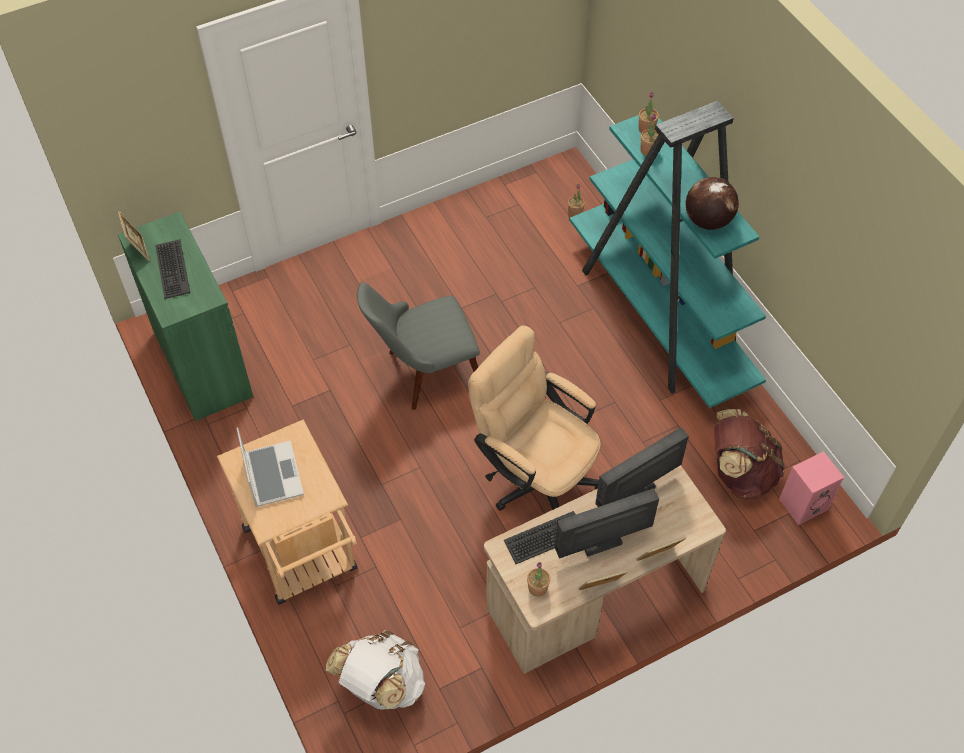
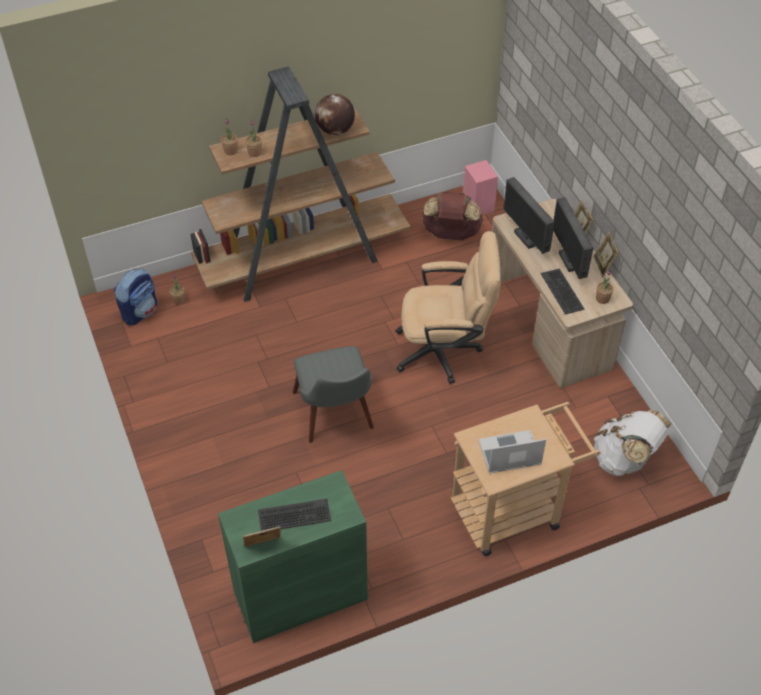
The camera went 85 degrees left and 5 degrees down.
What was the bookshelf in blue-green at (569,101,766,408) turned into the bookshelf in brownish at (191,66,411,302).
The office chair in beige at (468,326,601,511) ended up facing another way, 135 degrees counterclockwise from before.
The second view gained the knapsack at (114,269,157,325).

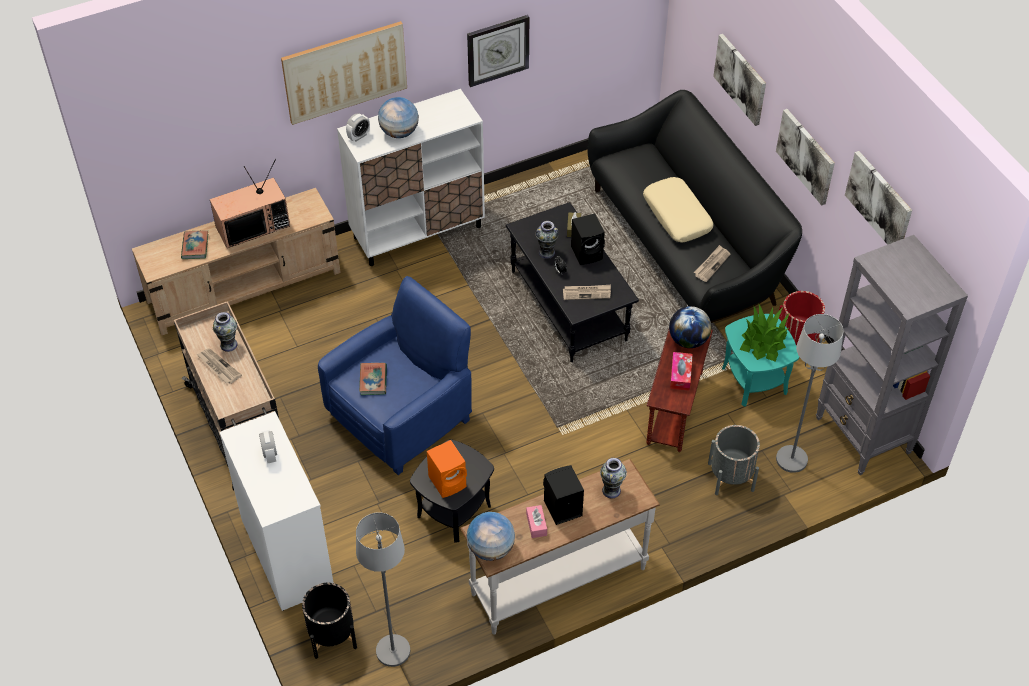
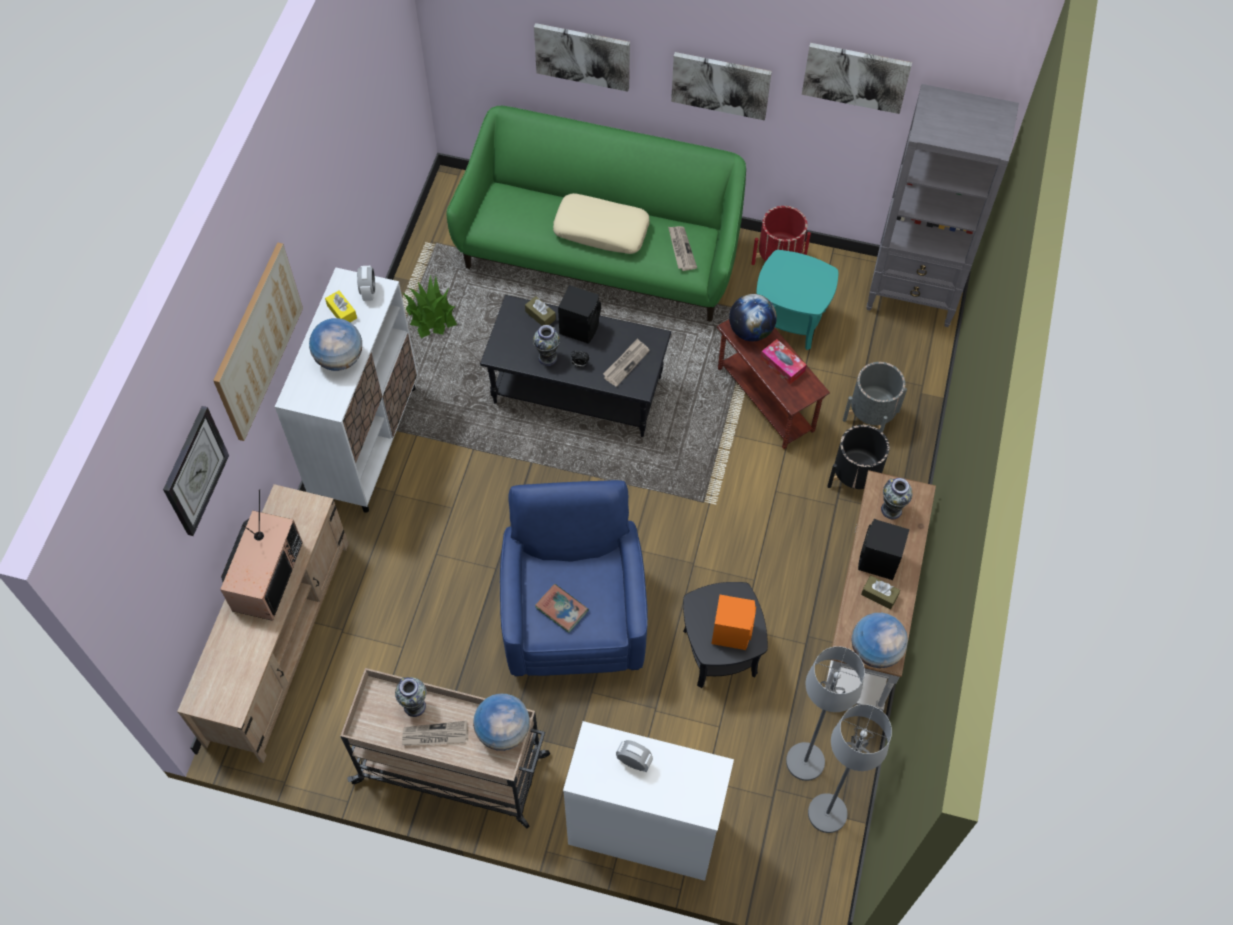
The camera went 50 degrees left and 10 degrees up.
The wall clock ended up elsewhere, having gone from (467,15,529,87) to (163,406,229,536).
What was the sofa in blackish at (587,90,802,323) turned into the sofa in green at (447,106,746,321).
The table clock ended up elsewhere, having gone from (346,113,370,142) to (357,266,375,301).
The second view lost the book at (181,230,208,259).
The plant in a pot ended up elsewhere, having gone from (739,304,790,362) to (403,275,457,338).
The floor lamp in grey ended up elsewhere, having gone from (776,314,843,473) to (786,646,865,781).
What was the tissue box in pink-coloured at (526,505,547,538) turned into the tissue box in brownish at (861,575,900,610).
The planter in blackish ended up elsewhere, having gone from (302,583,357,659) to (827,425,890,489).
The second view gained the tissue box in yellow-coloured at (325,291,357,322).
The second view gained the world globe at (473,694,530,751).

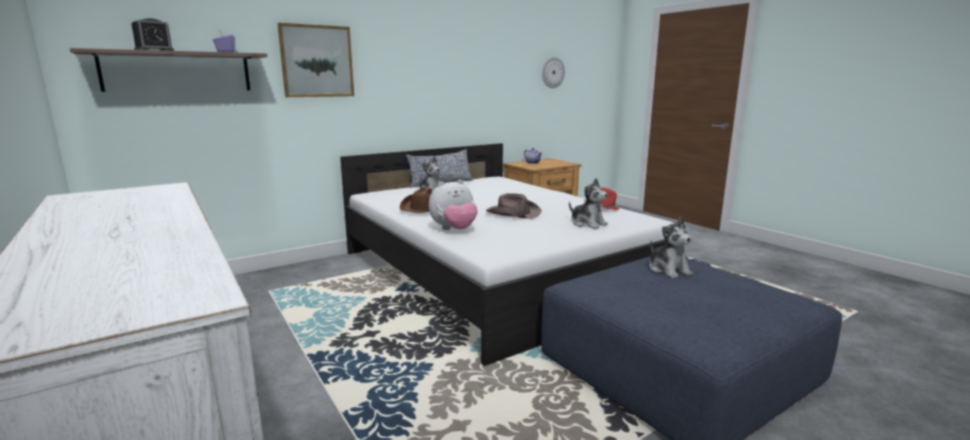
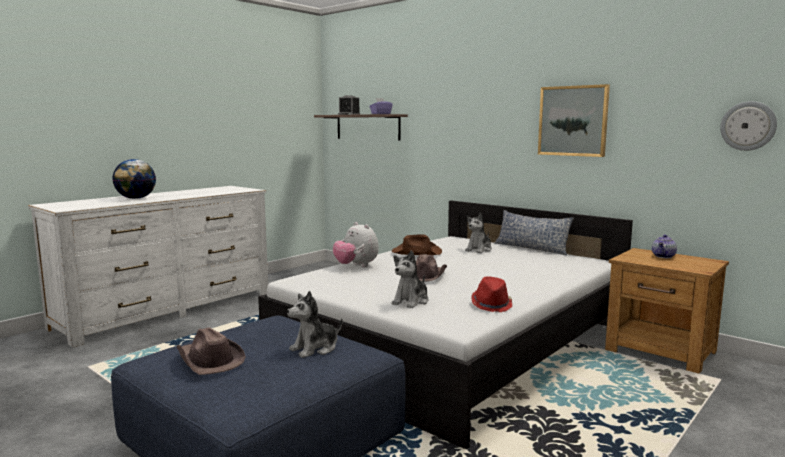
The camera went 75 degrees right and 5 degrees down.
The wall art ended up elsewhere, having gone from (277,23,354,97) to (538,84,610,157).
The second view gained the world globe at (112,159,156,199).
The second view gained the clothing hat in brownish at (177,328,246,375).

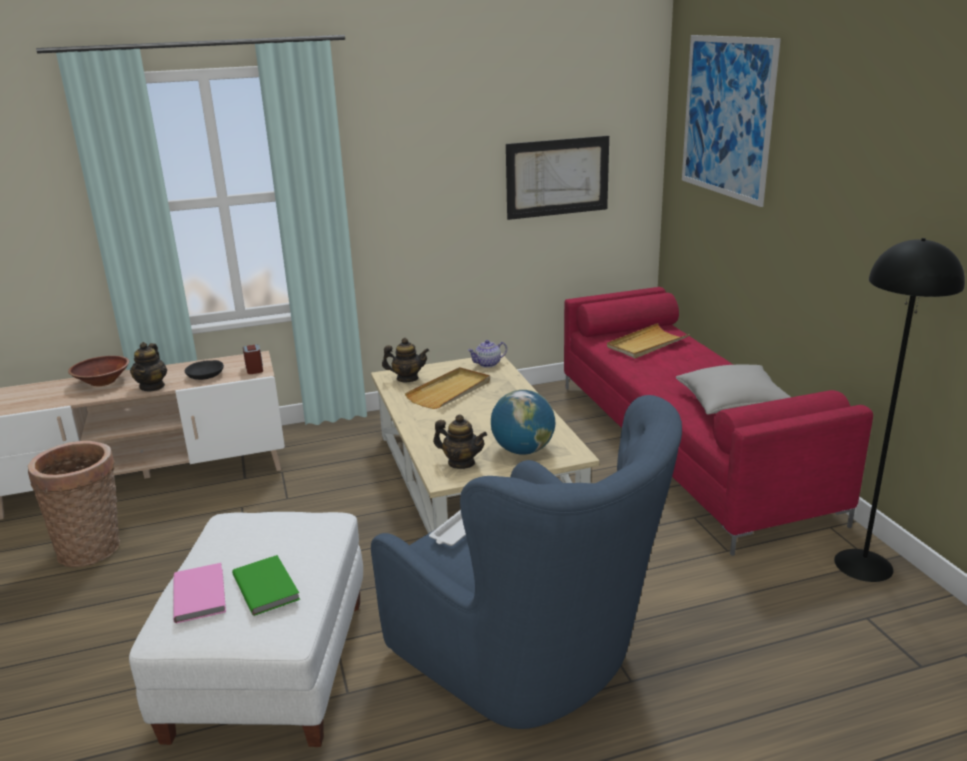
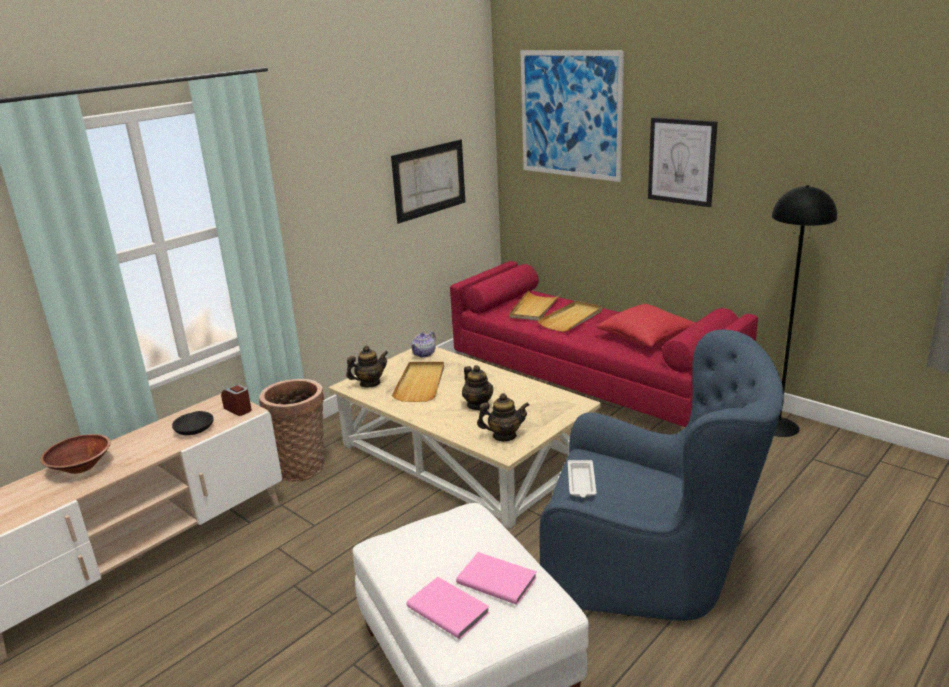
The camera went 30 degrees left and 0 degrees up.
The teapot ended up elsewhere, having gone from (130,342,167,391) to (462,365,493,410).
What was the pillow in grey at (676,364,790,414) turned into the pillow in reddish at (595,304,695,347).
The second view lost the world globe at (491,390,555,455).
The household basket ended up elsewhere, having gone from (28,441,120,567) to (259,379,324,482).
What was the book in green at (232,555,300,616) turned into the book in pink-coloured at (456,552,537,605).
The second view gained the wall art at (648,117,718,207).
The second view gained the serving tray in beige at (538,301,602,332).

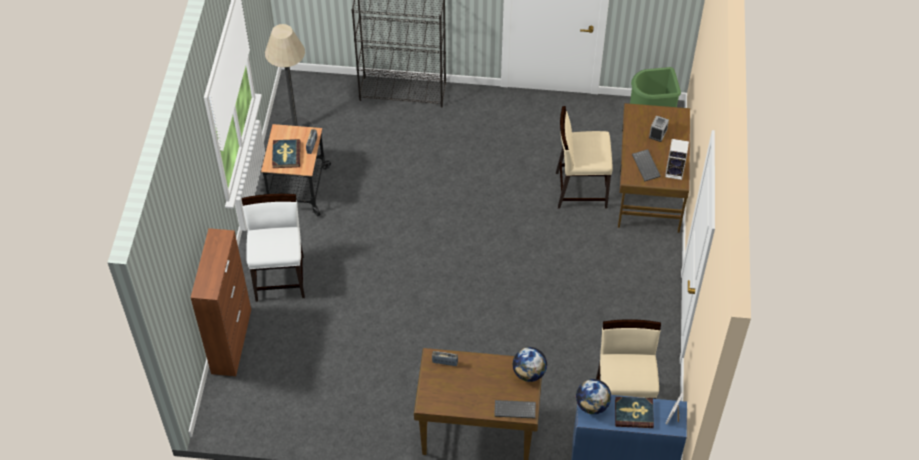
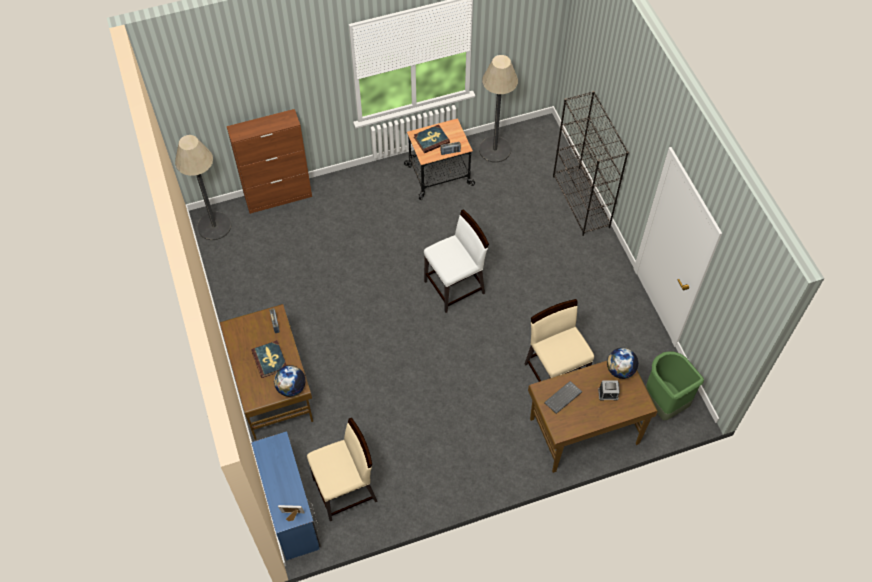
The camera went 65 degrees right and 5 degrees up.
The second view lost the loudspeaker at (665,139,689,180).
The plain chair in whitish ended up elsewhere, having gone from (242,194,305,302) to (424,209,489,313).
The world globe ended up elsewhere, having gone from (576,379,611,414) to (607,348,638,379).
The book ended up elsewhere, having gone from (615,397,654,428) to (251,340,287,378).
The second view lost the computer keyboard at (494,400,536,418).
The second view gained the floor lamp at (175,135,231,240).

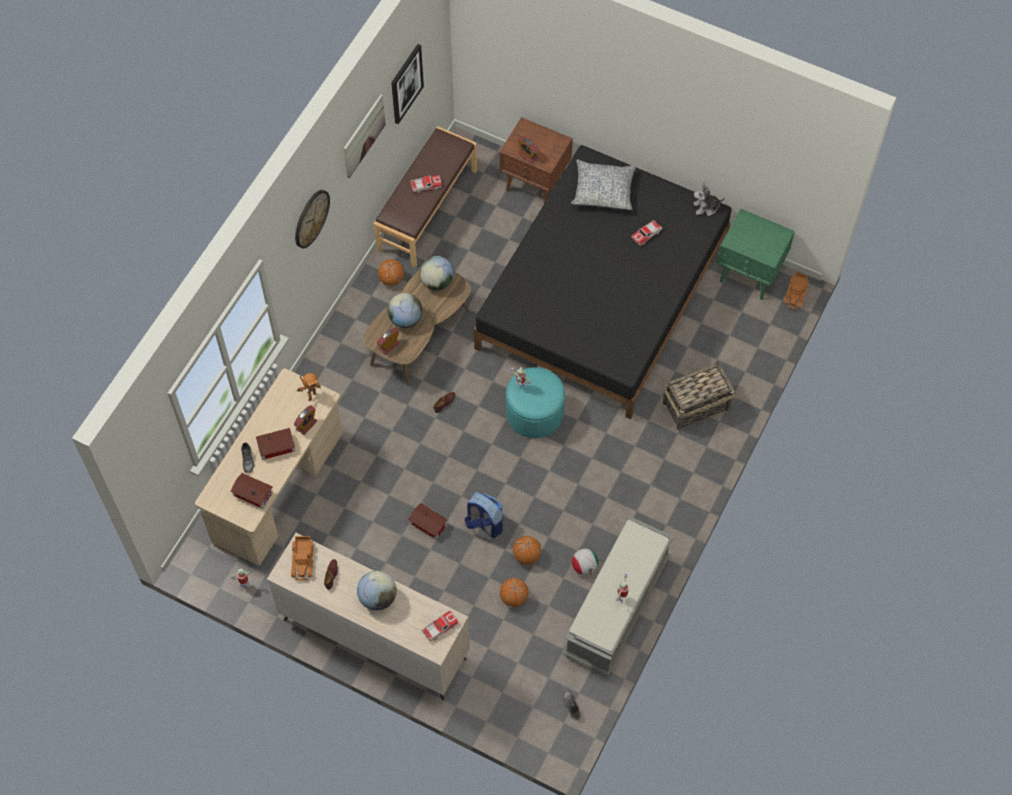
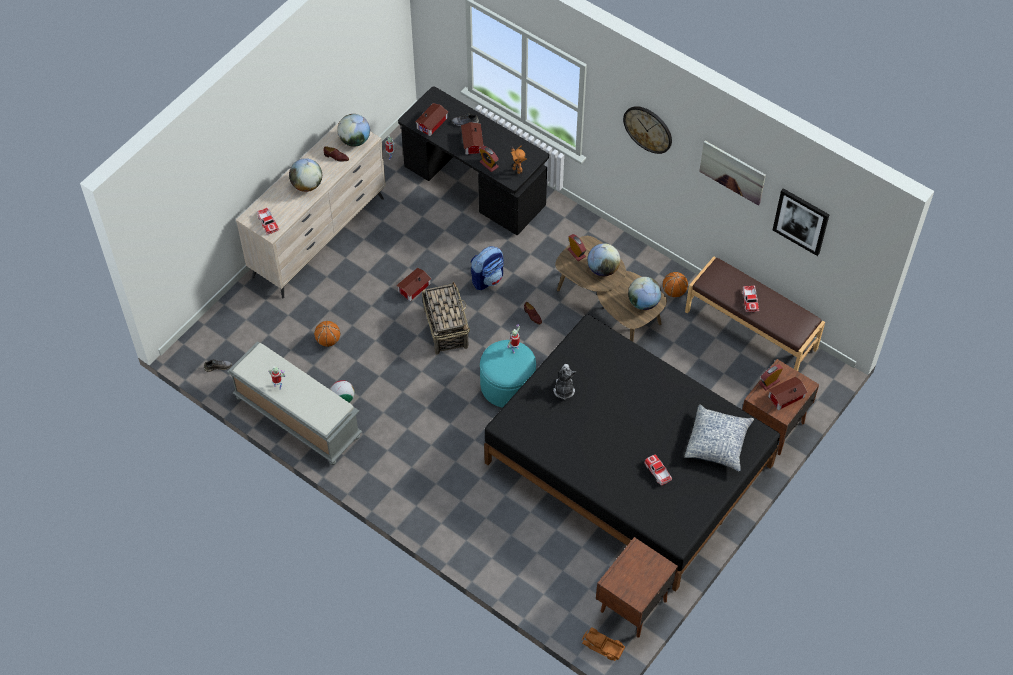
The camera went 100 degrees right and 5 degrees down.
The cuddly toy ended up elsewhere, having gone from (693,182,725,216) to (553,364,576,400).
What was the bedside table in green at (717,208,795,300) turned into the bedside table in brownish at (596,537,678,638).
The household basket ended up elsewhere, having gone from (663,363,735,430) to (422,281,470,355).
What was the desk unit in beige at (195,369,343,566) turned into the desk unit in blackish at (398,86,549,235).
The knapsack ended up elsewhere, having gone from (465,492,503,538) to (471,246,504,290).
Where the model truck stood at (291,536,314,581), the world globe came to stand at (337,114,370,147).
The second view lost the ball for basketball at (513,536,541,565).
The second view gained the toy house at (768,377,808,410).

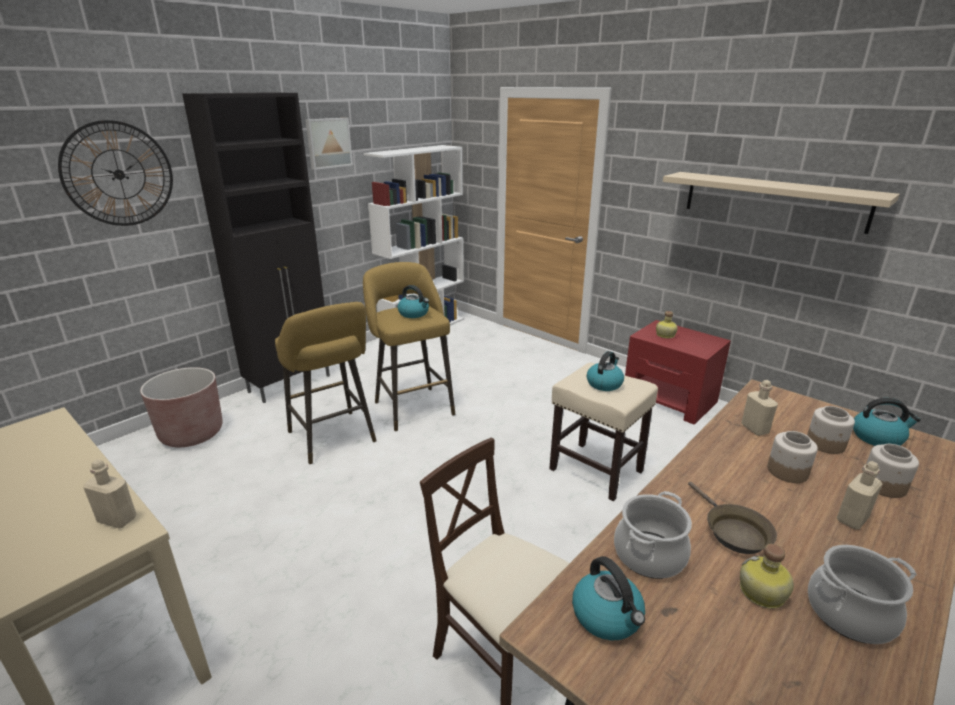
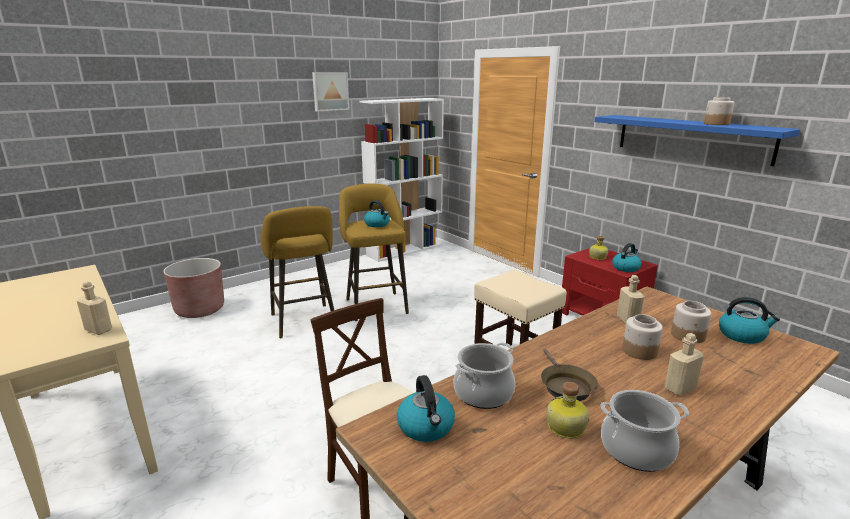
The camera went 10 degrees right and 5 degrees down.
The second view lost the cabinet in blackish at (182,92,330,403).
The second view lost the wall clock at (58,120,173,226).
What was the shelf in beige at (663,172,900,234) turned into the shelf in blue at (595,115,800,166).
The kettle ended up elsewhere, having gone from (587,351,624,391) to (612,243,642,272).
The jar ended up elsewhere, having gone from (866,444,919,498) to (704,97,735,125).

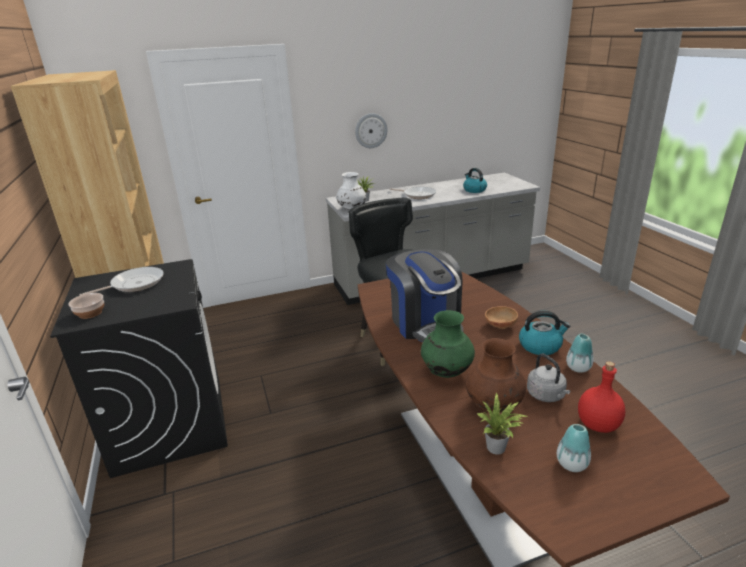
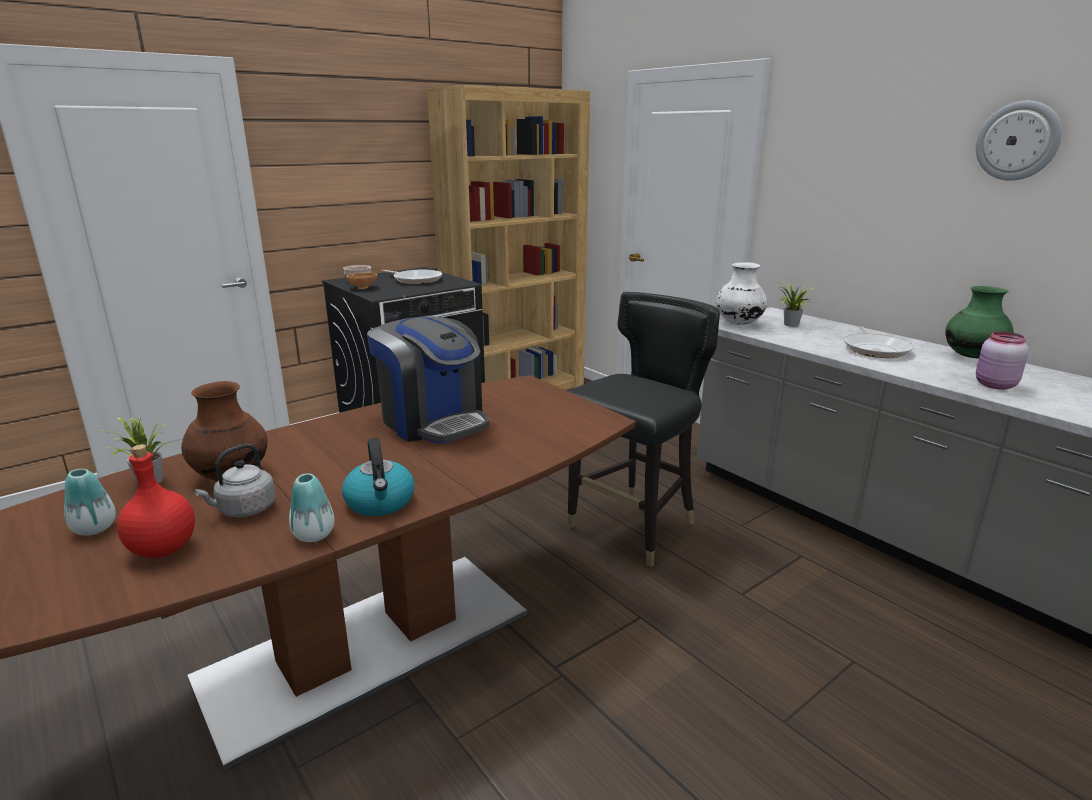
The camera went 70 degrees right and 5 degrees down.
The wall clock ended up elsewhere, having gone from (355,113,388,148) to (976,101,1062,181).
Where the kettle stood at (463,168,487,193), the jar in pink-coloured came to stand at (976,331,1029,390).
The coffee brewer at (386,249,463,343) ended up facing another way, 90 degrees counterclockwise from before.
The serving bowl in brownish ended up elsewhere, having gone from (485,306,518,329) to (346,273,378,289).
The decorative vase in green ended up elsewhere, having gone from (421,310,475,378) to (945,286,1014,358).

